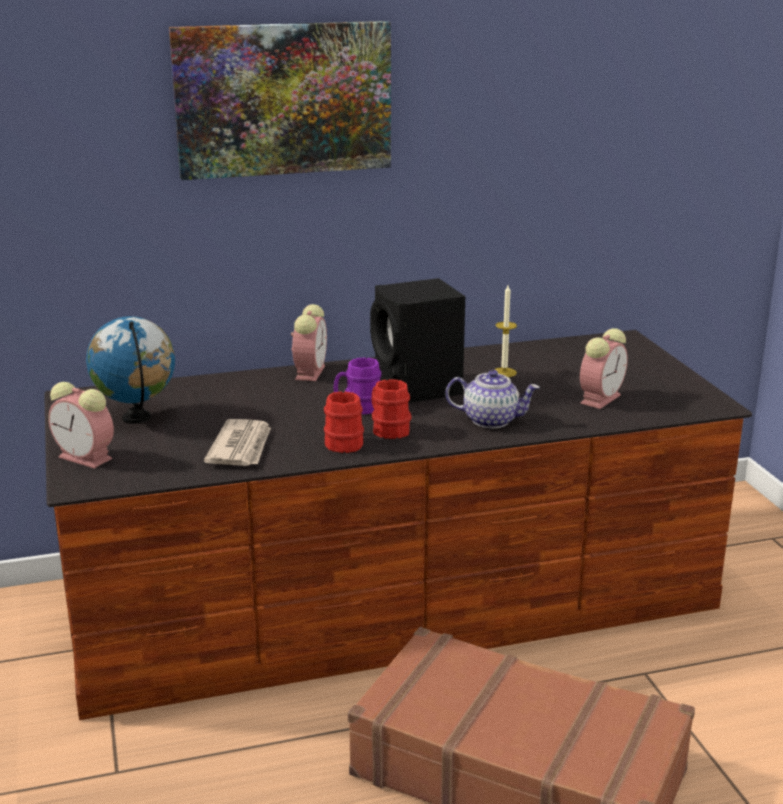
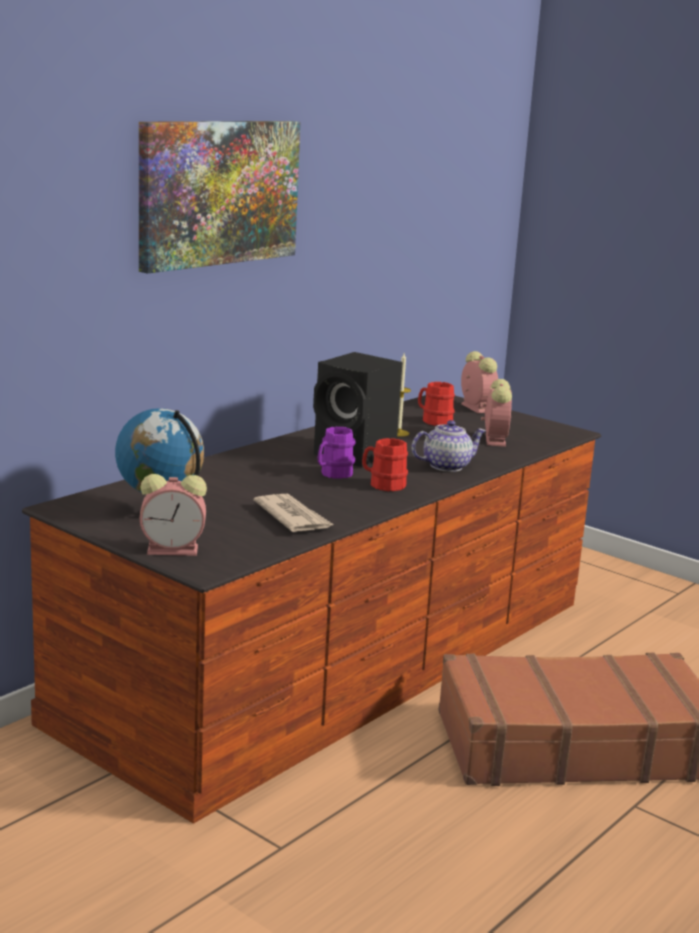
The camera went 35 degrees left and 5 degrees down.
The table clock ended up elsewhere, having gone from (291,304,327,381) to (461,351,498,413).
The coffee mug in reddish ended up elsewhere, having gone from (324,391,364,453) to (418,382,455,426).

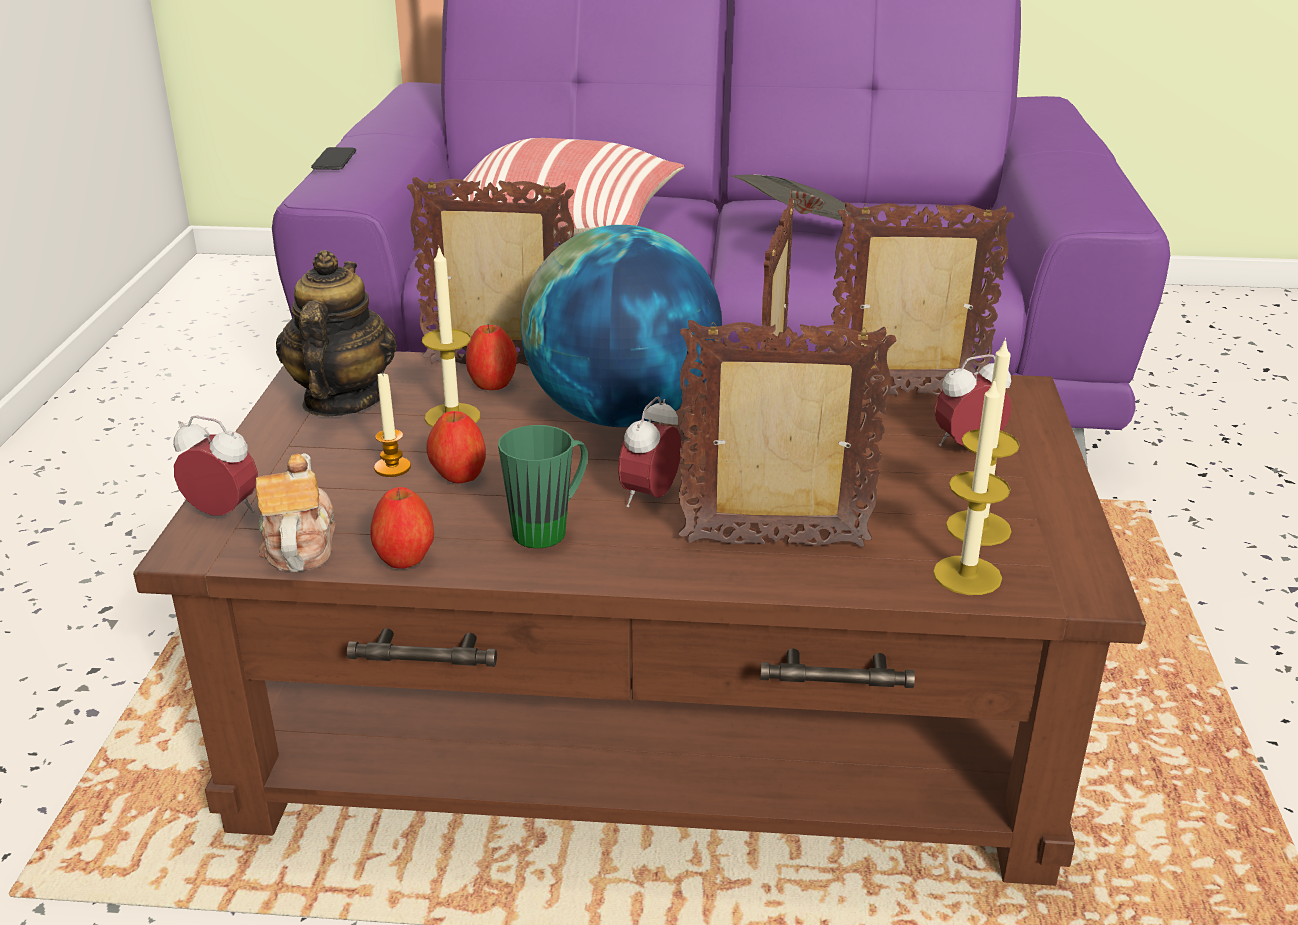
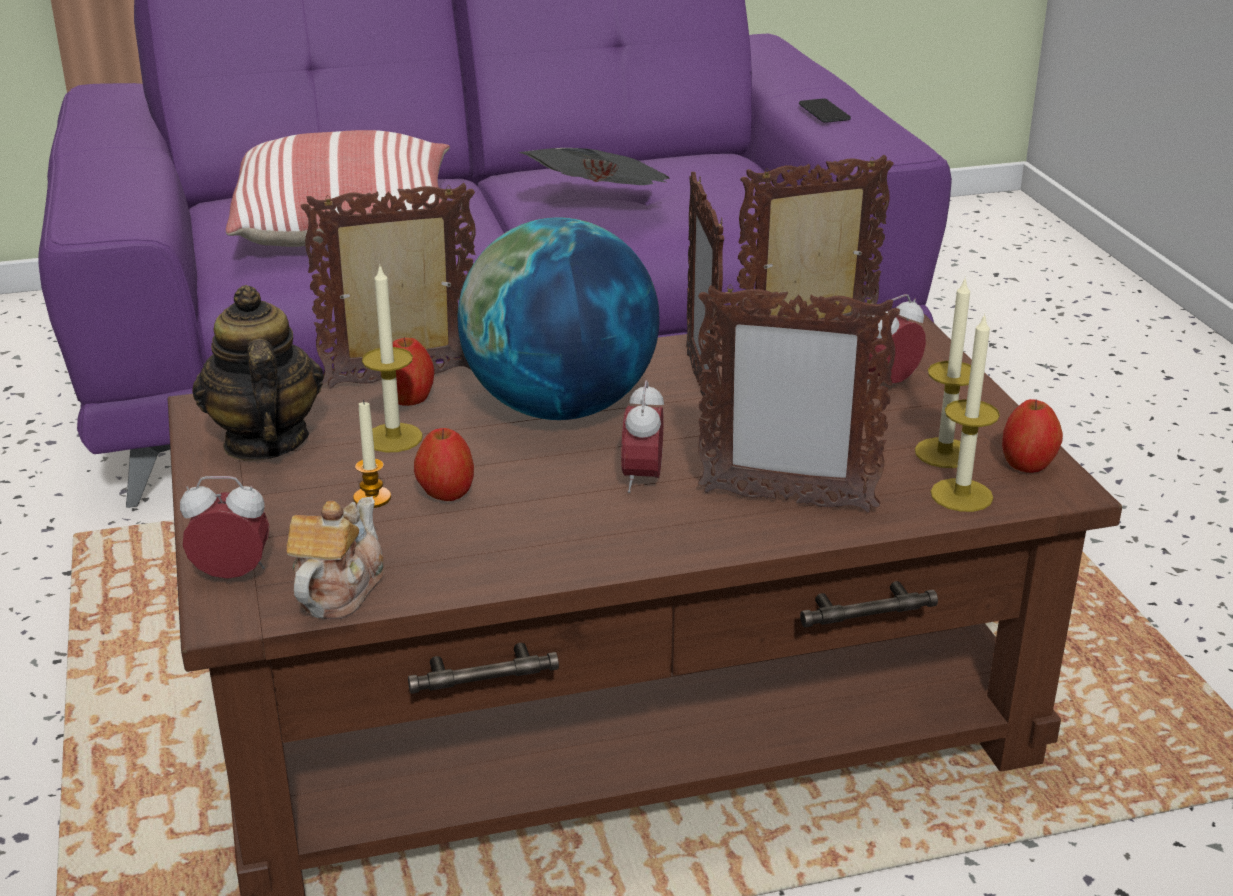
The camera went 20 degrees left and 0 degrees up.
The telephone ended up elsewhere, having gone from (311,147,356,170) to (799,99,851,123).
The photo frame at (679,320,896,547) ended up facing another way, 150 degrees counterclockwise from before.
The second view lost the coffee mug in green at (498,425,588,548).
The teapot at (256,453,335,572) ended up facing another way, 45 degrees clockwise from before.
The whole apple ended up elsewhere, having gone from (370,487,434,569) to (1002,399,1063,473).

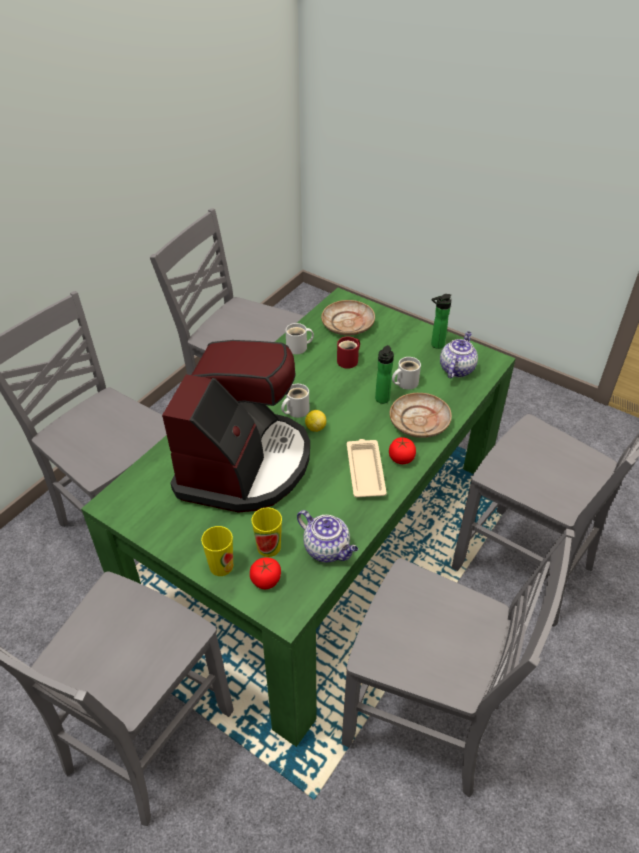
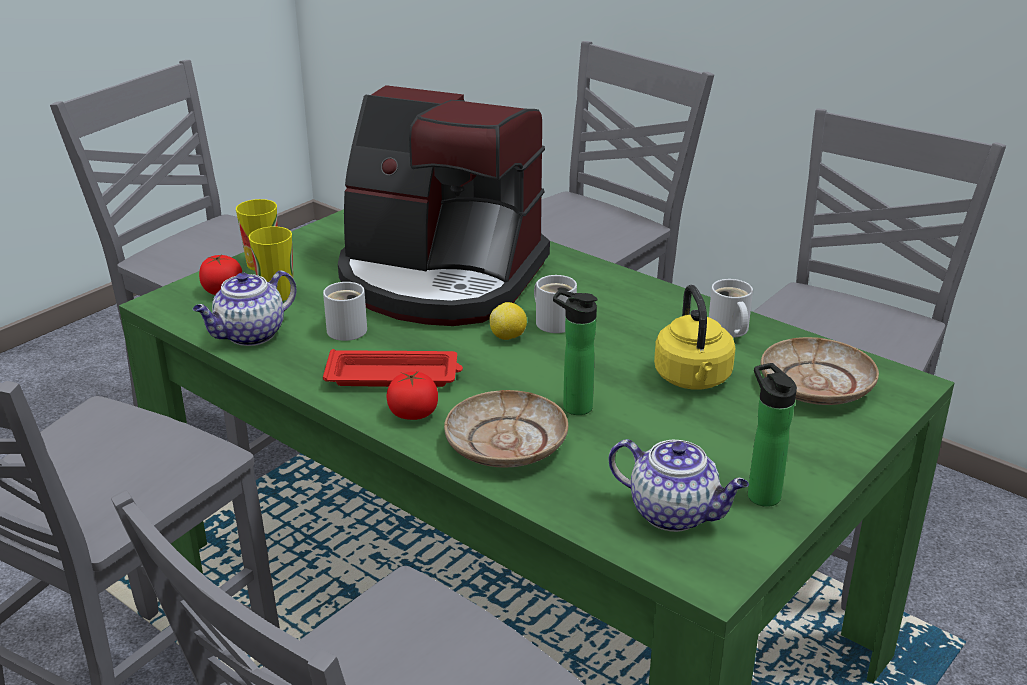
The camera went 95 degrees right and 15 degrees down.
Where the coffee mug in reddish stood at (337,337,360,369), the kettle in yellow-coloured came to stand at (654,285,735,389).
The coffee mug in whitish ended up elsewhere, having gone from (392,357,421,390) to (323,282,367,341).
What was the serving tray in beige at (347,439,387,497) turned into the serving tray in reddish at (323,349,463,387).

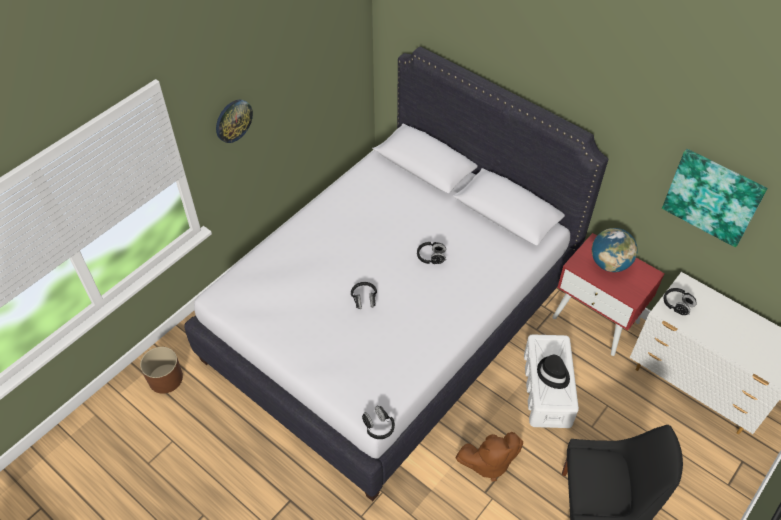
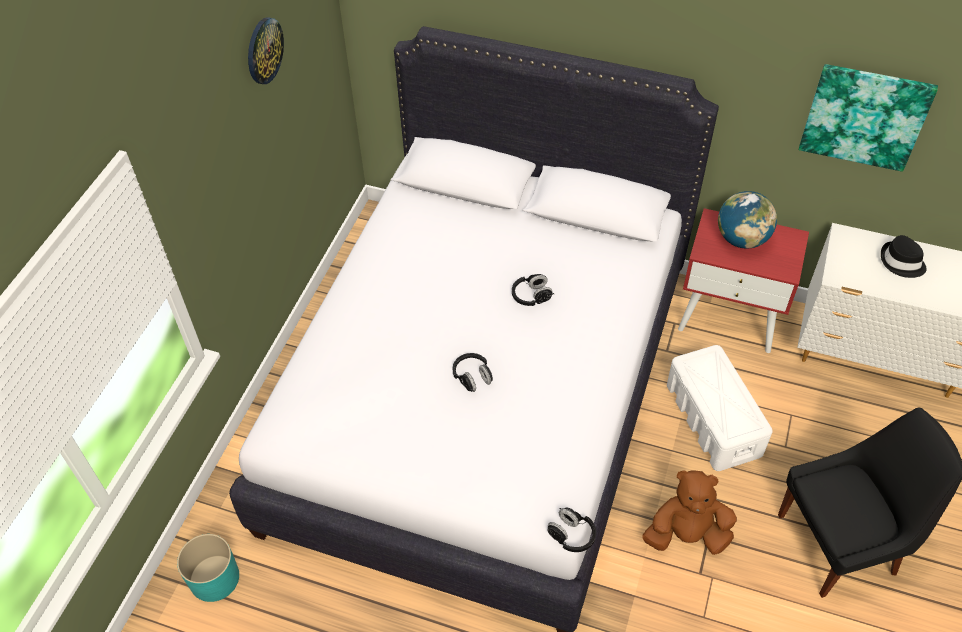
The camera went 20 degrees left and 0 degrees up.
The wall clock ended up elsewhere, having gone from (216,100,253,143) to (248,17,284,84).
The second view lost the pair of headphones in blackish at (663,288,697,315).
What was the planter in brownish at (140,347,183,394) turned into the planter in blue-green at (177,534,239,602).
The clothing hat in blackish ended up elsewhere, having gone from (537,355,570,389) to (881,235,926,278).
The cuddly toy in brownish at (456,432,523,482) ended up facing another way, 150 degrees counterclockwise from before.

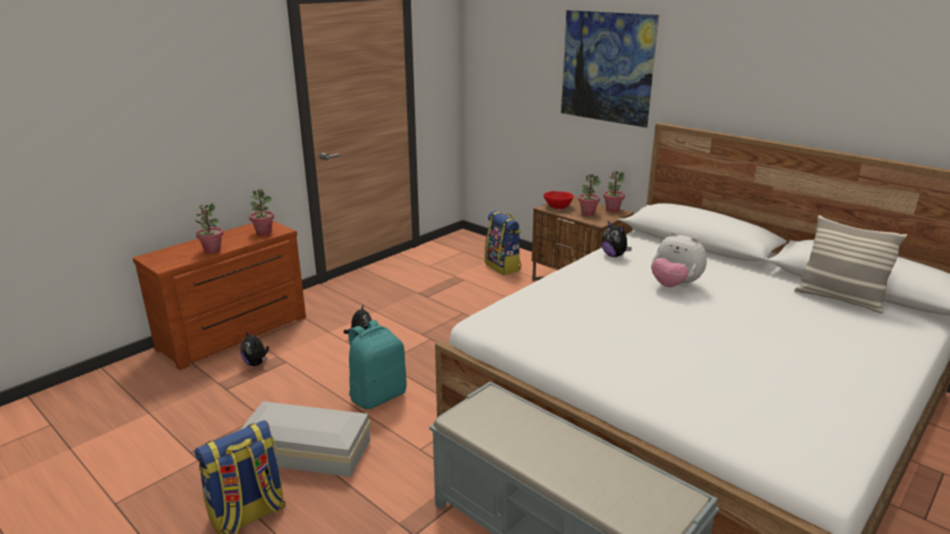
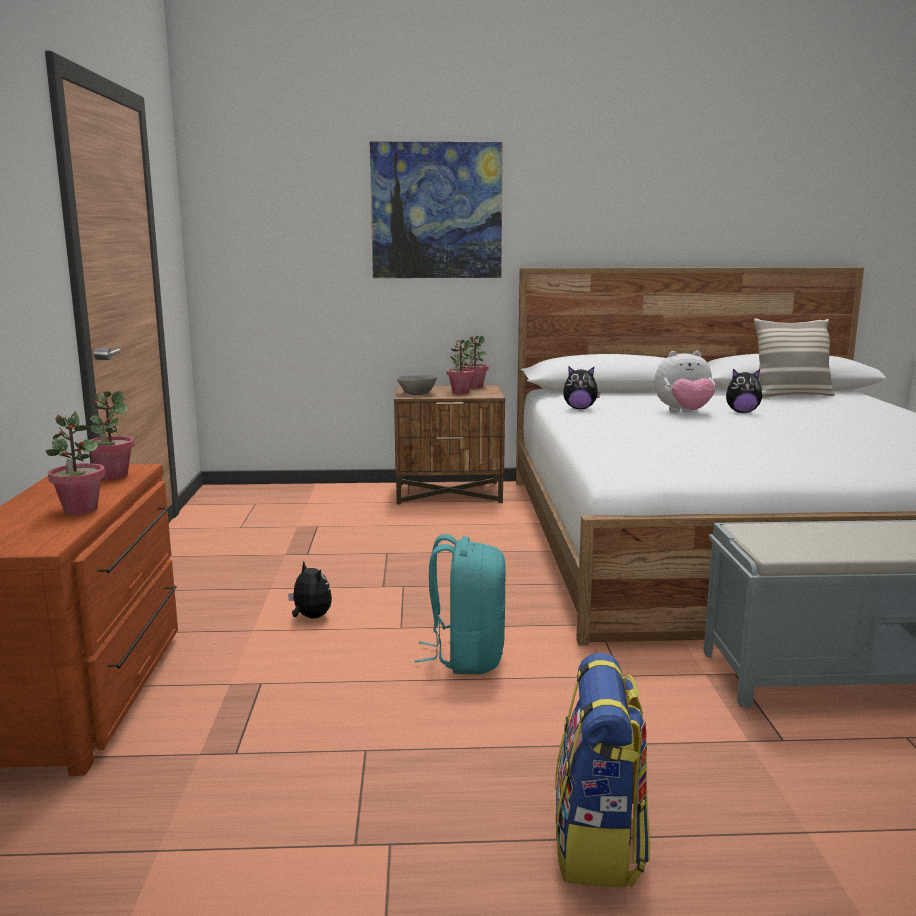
The camera went 45 degrees left and 10 degrees down.
What was the serving bowl in reddish at (543,191,574,209) turned into the serving bowl in grey at (397,374,437,395).
The second view lost the knapsack at (485,211,521,275).
The cuddly toy ended up elsewhere, having gone from (240,331,269,366) to (726,369,763,413).
The second view lost the storage bin in whitish at (240,401,371,477).

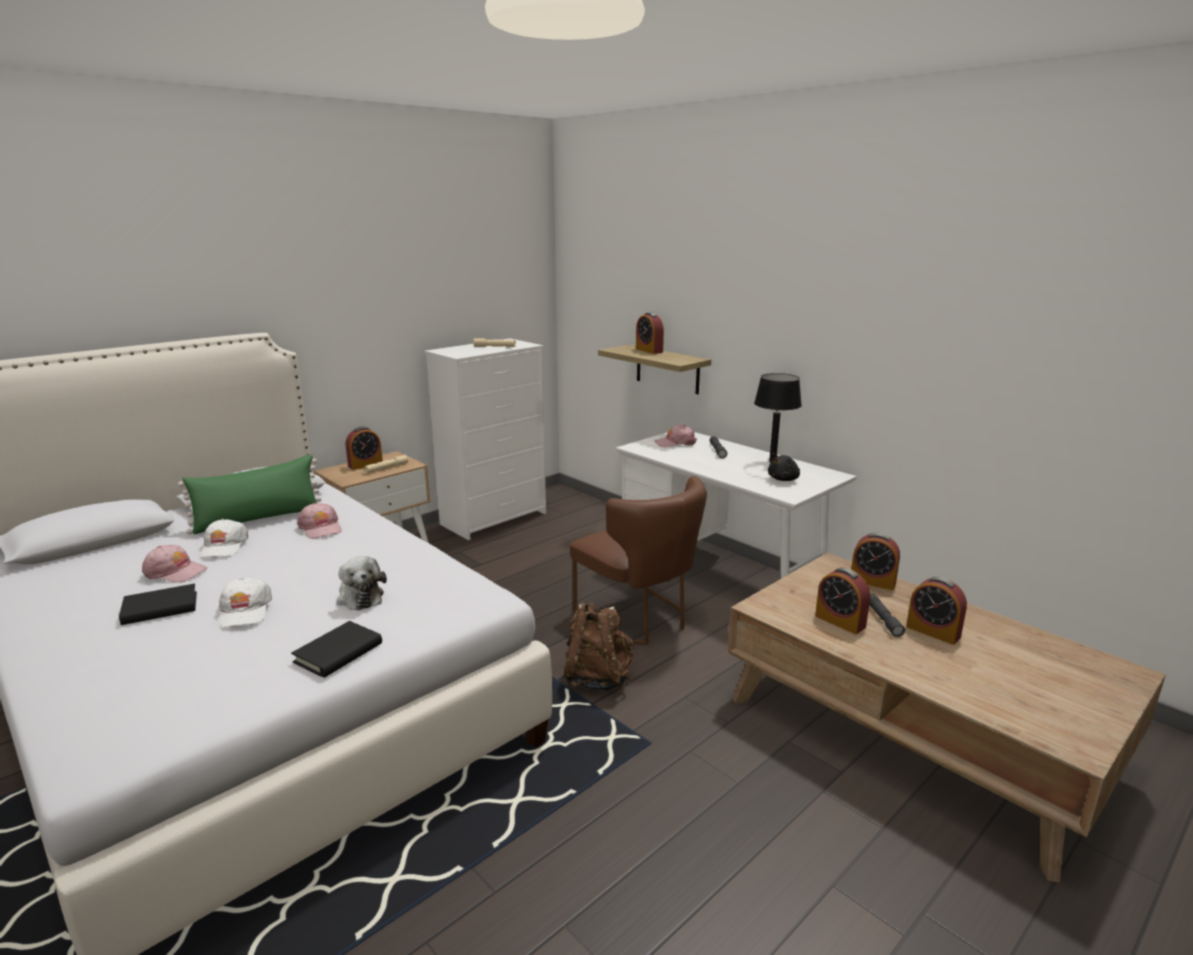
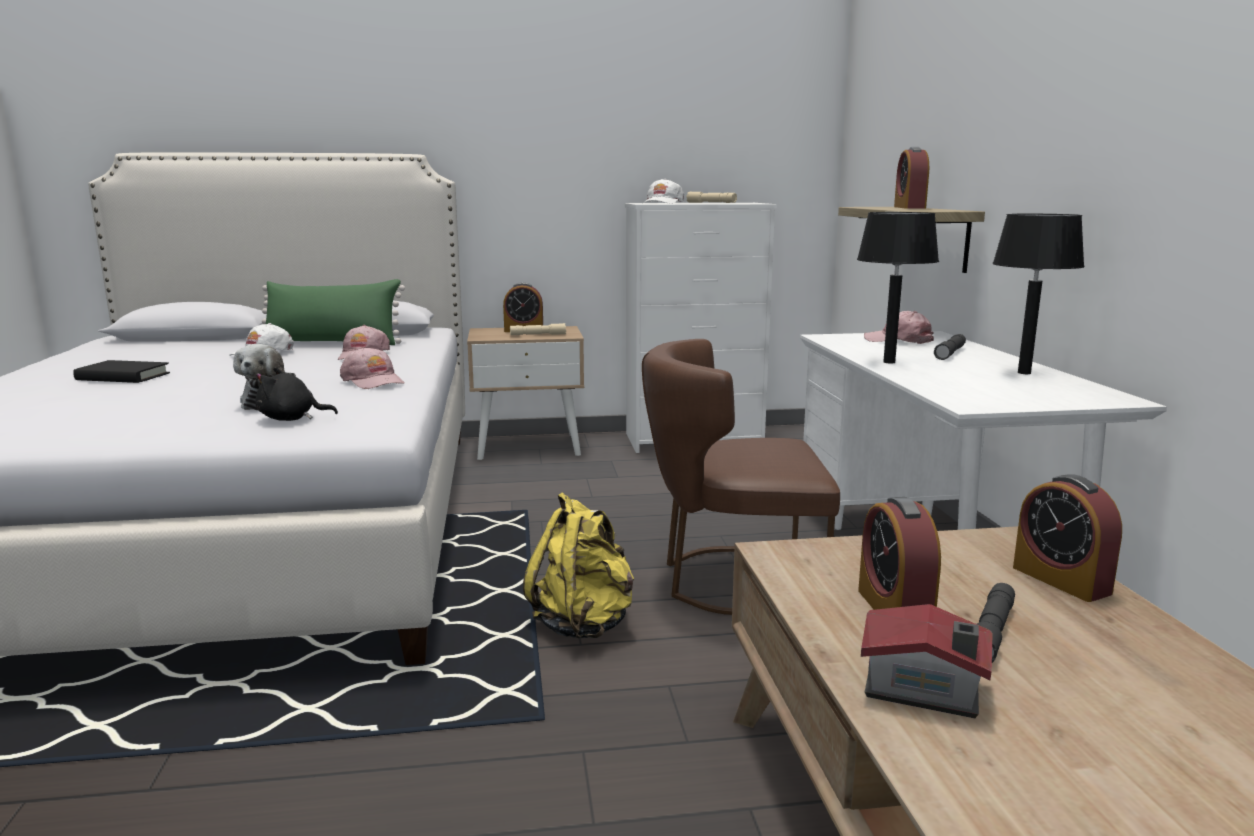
The camera went 35 degrees right and 5 degrees down.
The cuddly toy in blackish ended up elsewhere, having gone from (768,453,800,481) to (256,367,338,421).
The plain chair in brownish at (570,477,707,645) ended up facing another way, 90 degrees clockwise from before.
The baseball cap in pink-coloured ended up elsewhere, having gone from (142,545,207,583) to (340,347,405,389).
The second view lost the table clock at (906,577,967,645).
The baseball cap in whitish ended up elsewhere, having gone from (218,578,272,628) to (643,179,684,204).
What was the knapsack in brownish at (564,602,634,691) turned into the knapsack in yellow-coloured at (523,492,634,638).
The second view lost the book in blackish at (291,621,382,678).
The second view gained the lamp for a table in blackish at (857,212,939,364).
The second view gained the toy house at (861,604,993,718).

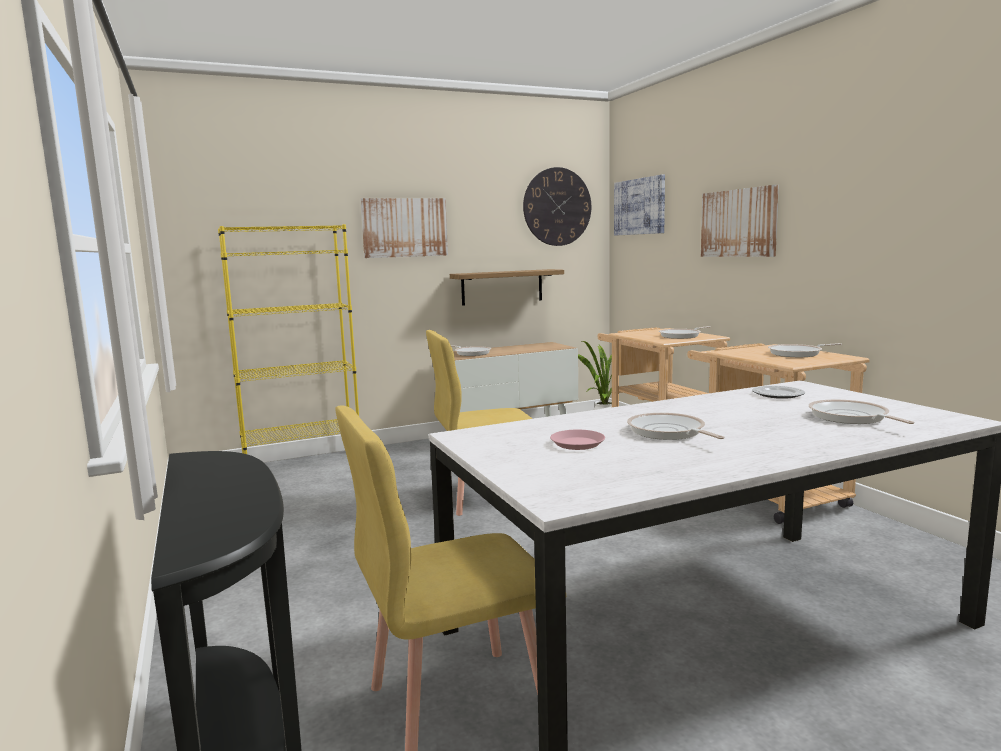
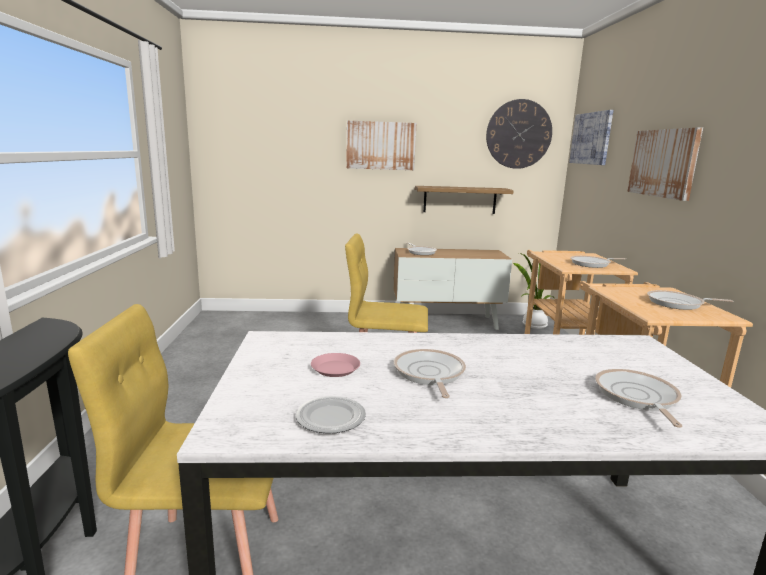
The camera went 20 degrees right and 5 degrees up.
The second view lost the bookshelf in yellow-coloured at (218,224,359,454).
The flat dish ended up elsewhere, having gone from (752,386,805,399) to (296,396,366,434).

